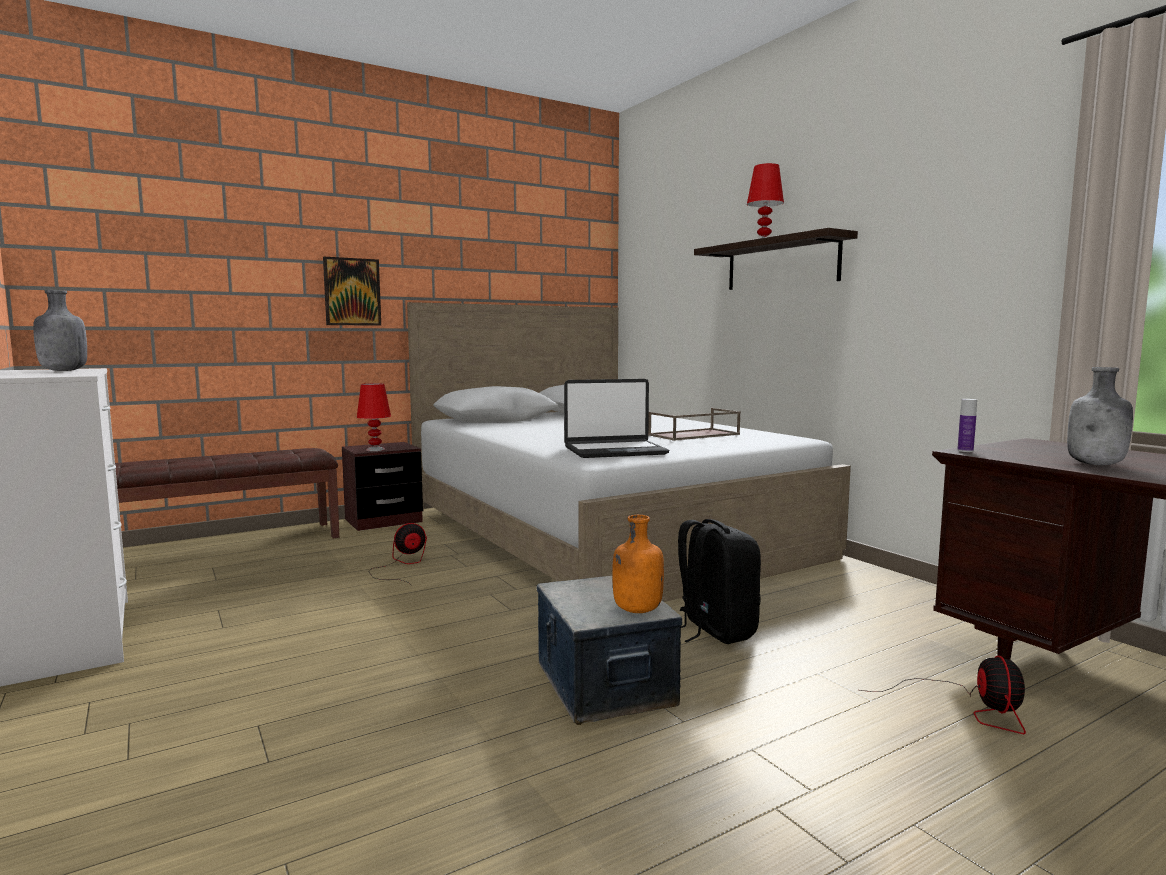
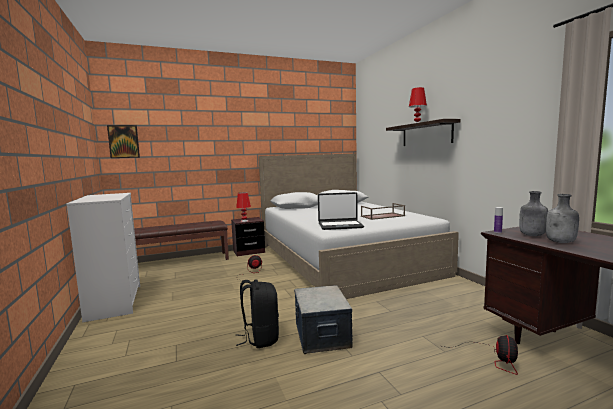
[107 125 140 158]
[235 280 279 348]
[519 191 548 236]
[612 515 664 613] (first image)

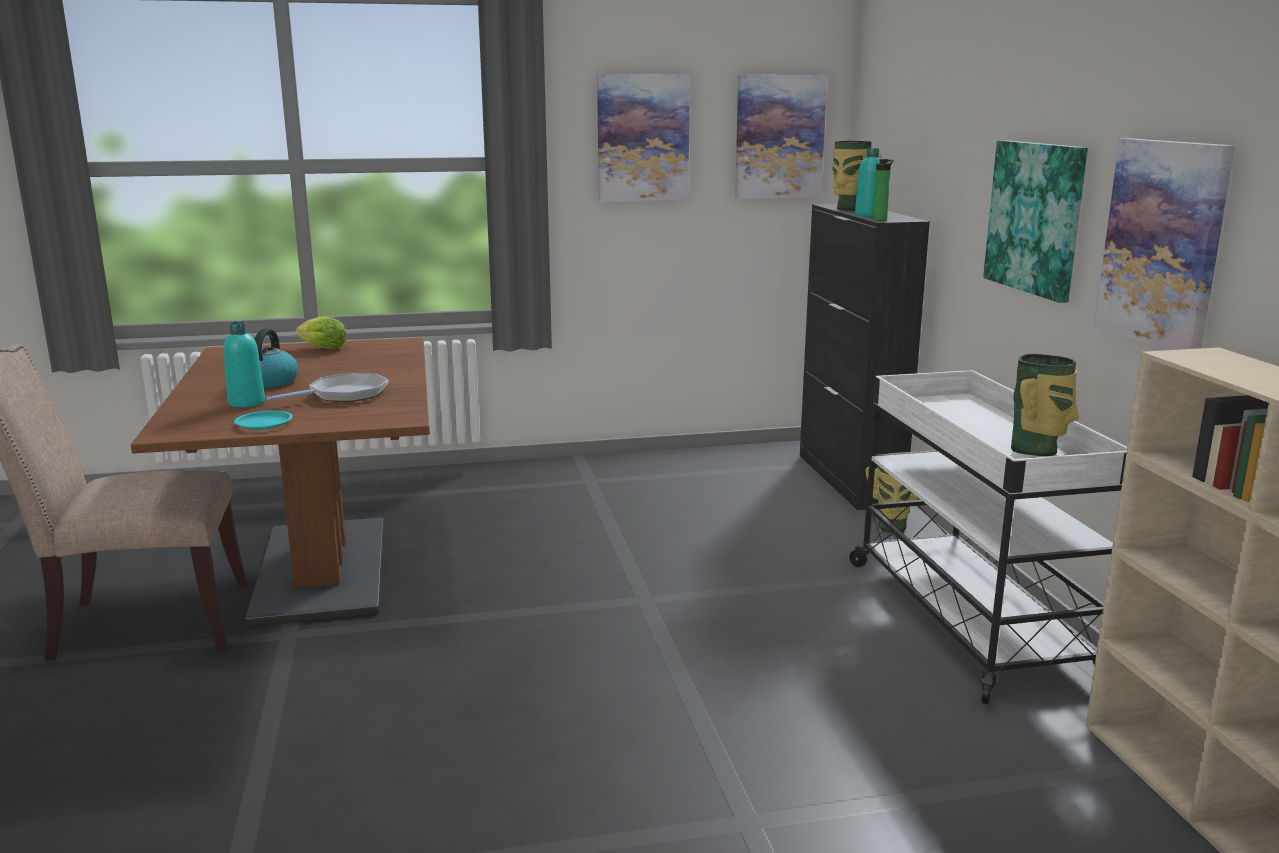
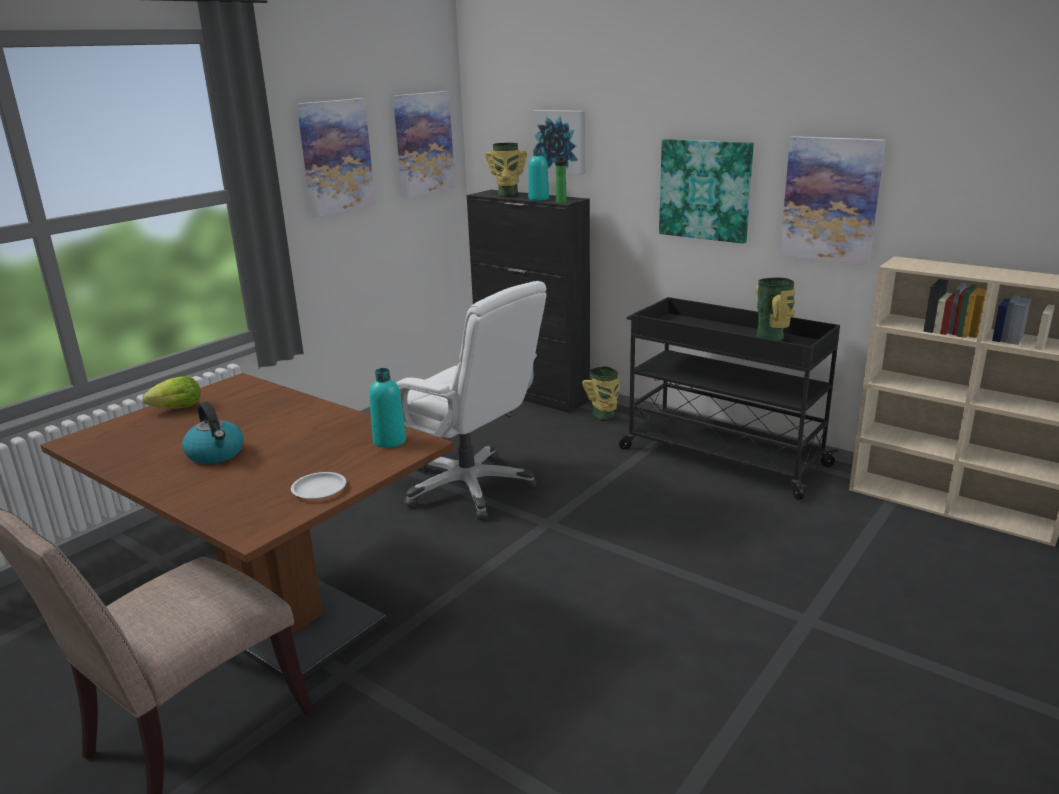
[291 472 346 499]
[369 368 406 448]
[396 281 547 520]
[531 110 585 175]
[619 297 840 500]
[267 373 388 402] (first image)

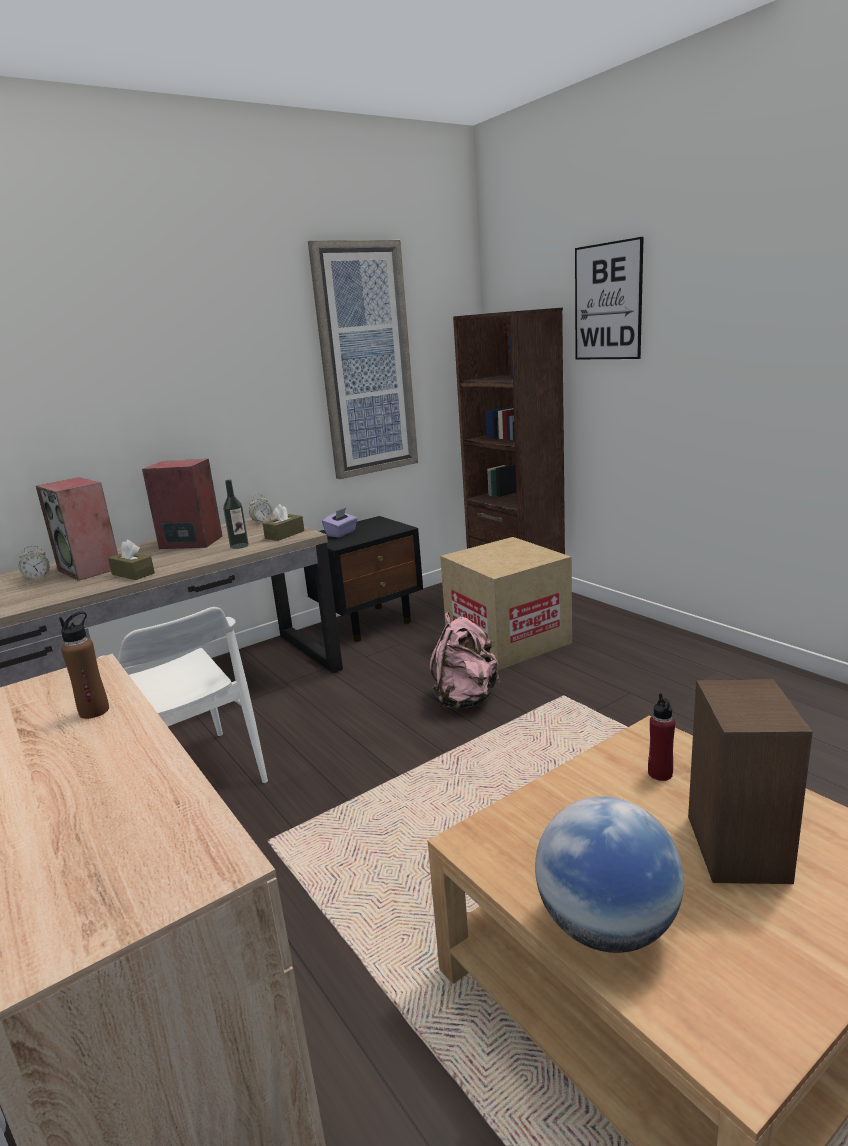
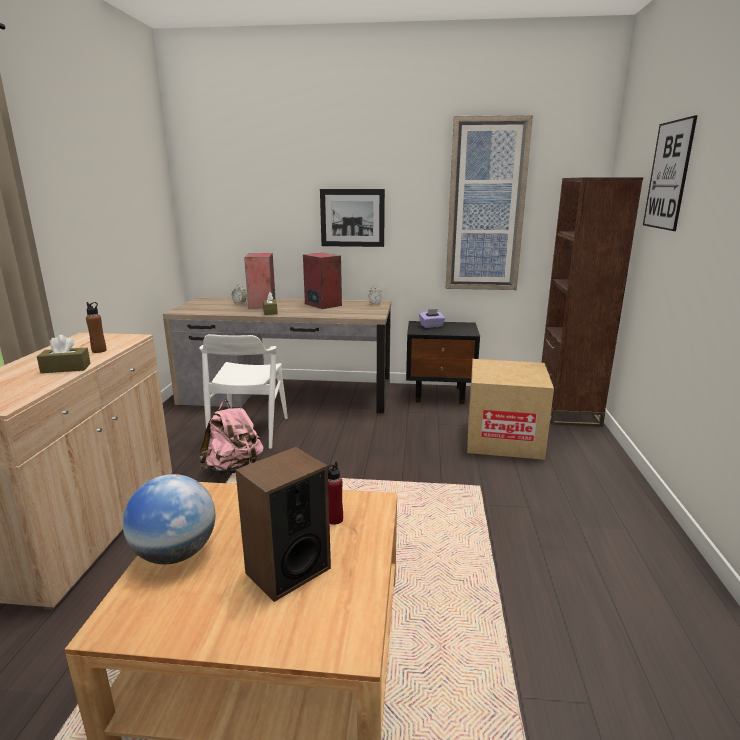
[37 335 91 373]
[199 400 263 474]
[320 189 385 247]
[223 480 249 549] (first image)

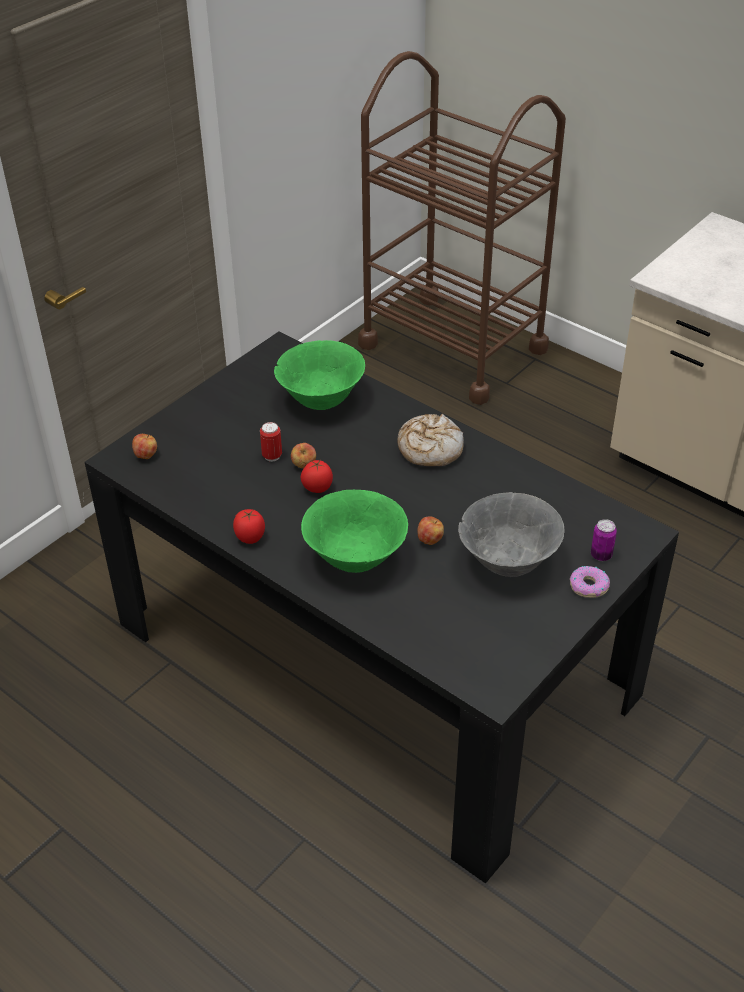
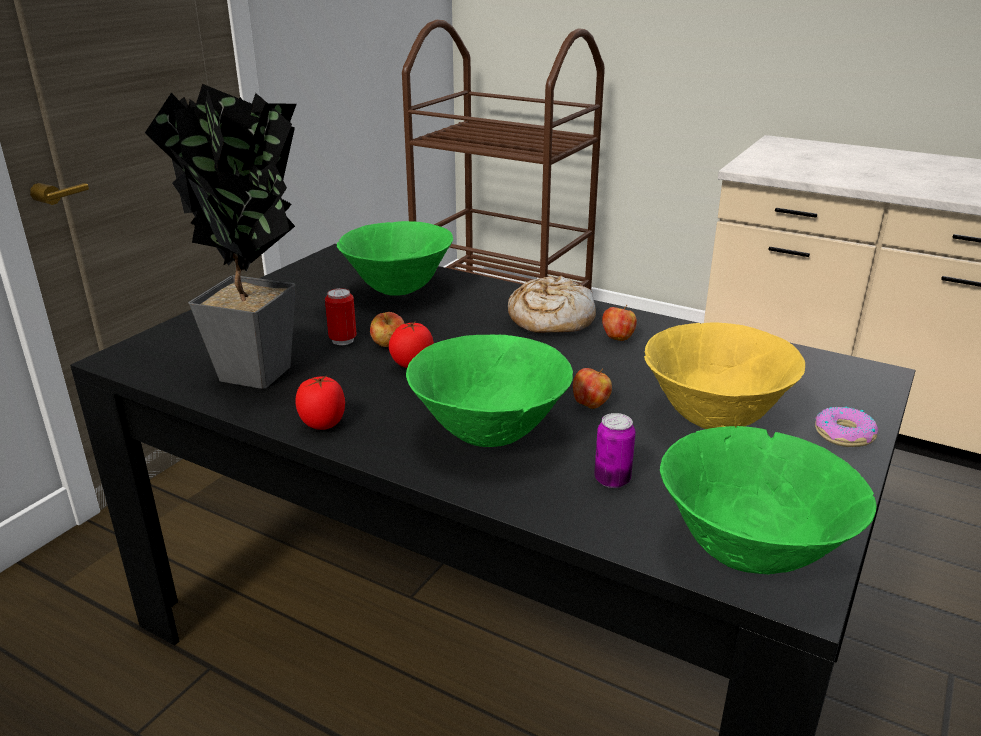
[145 84 297 389]
[594 413 636 488]
[602 305 637 341]
[644 322 805 429]
[660 426 877 574]

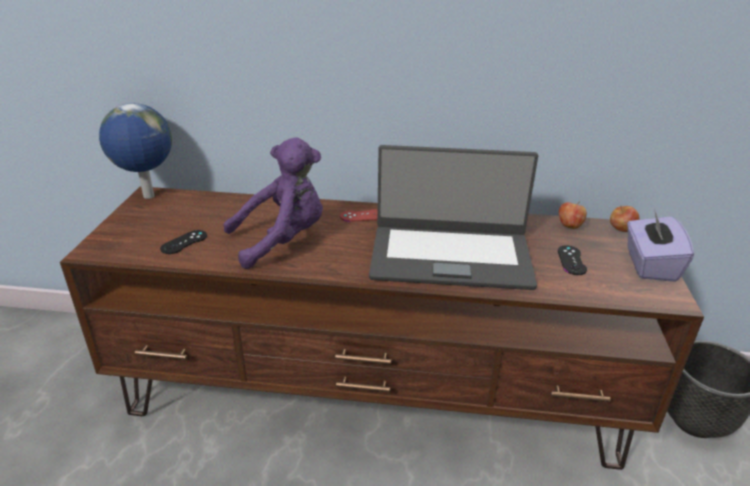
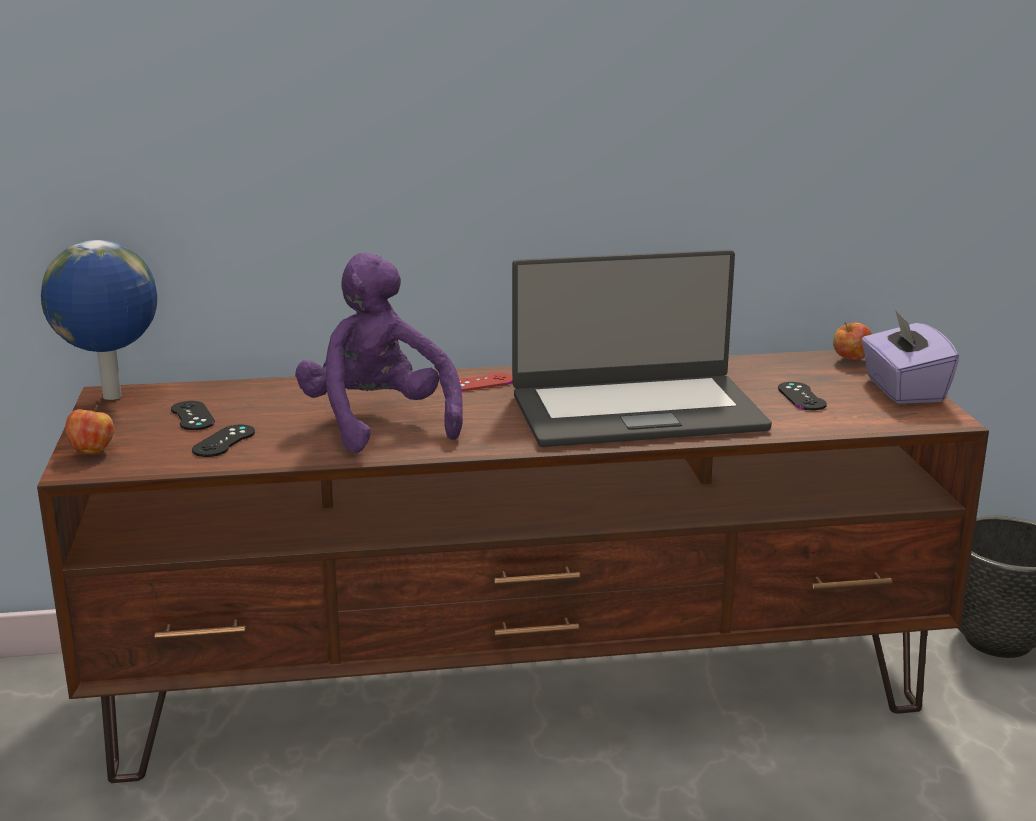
[65 405 114 454]
[171 401 215 430]
[295 252 463 453]

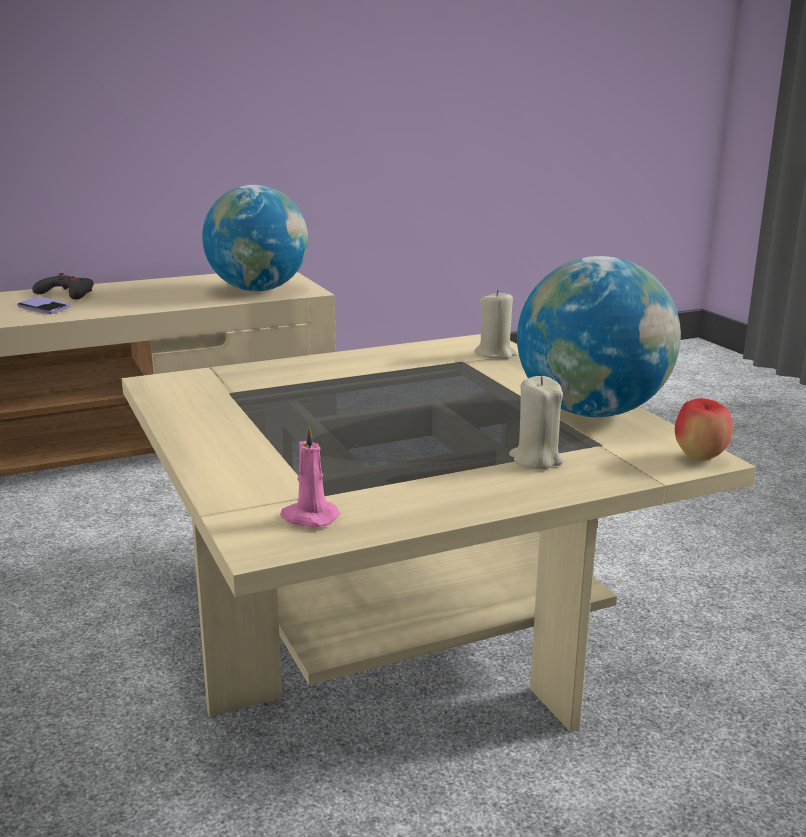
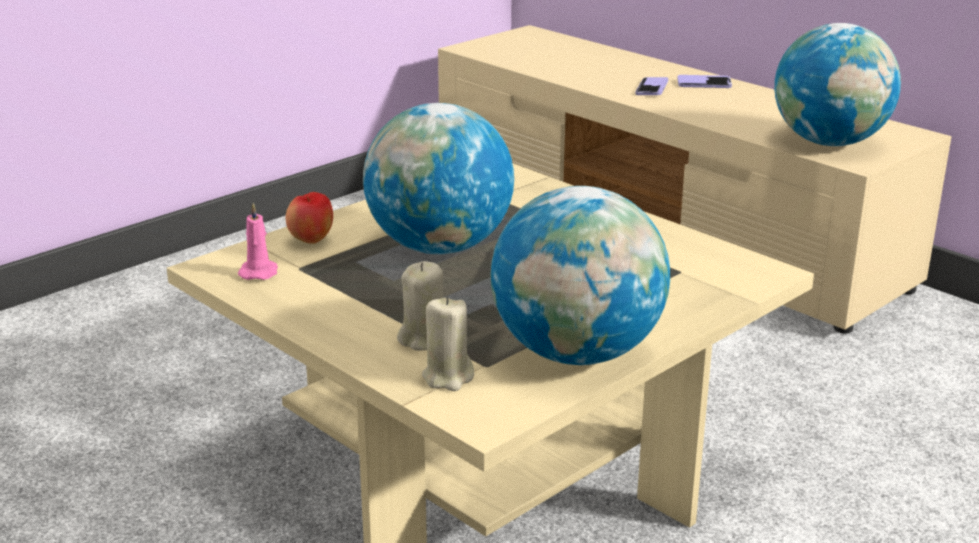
[286 192 333 244]
[363 103 514 254]
[422 297 474 391]
[677 75 732 88]

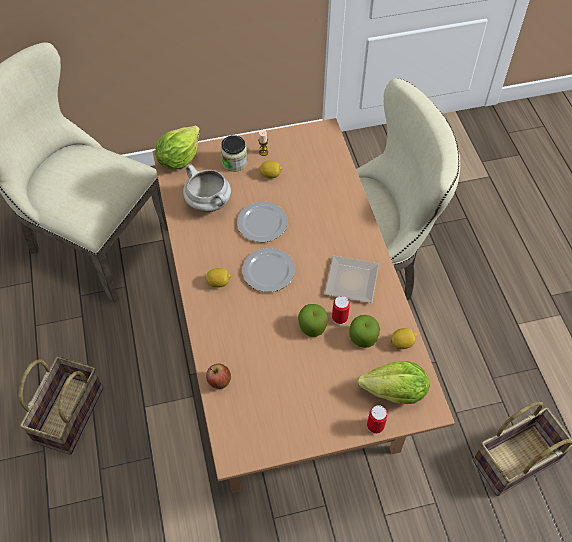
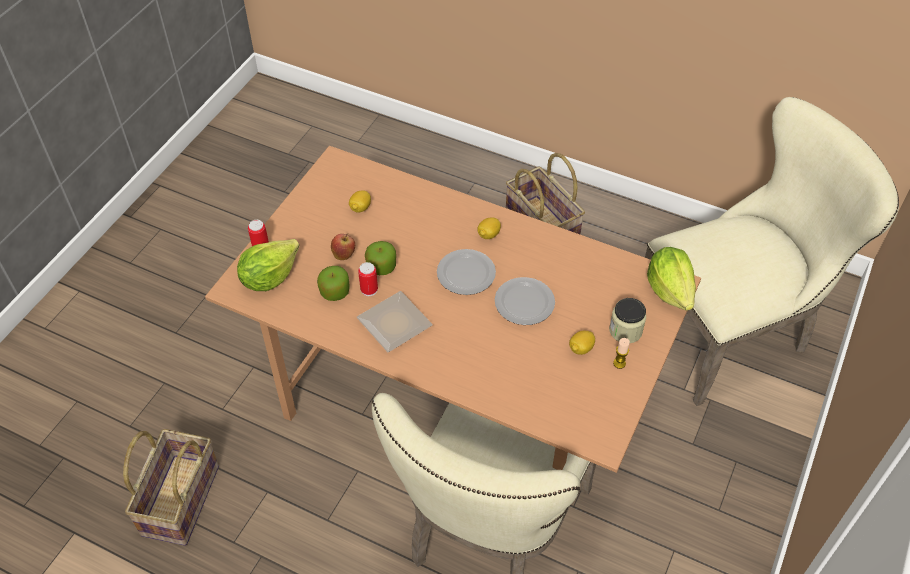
[331 233 355 260]
[349 190 371 213]
[183 165 231 212] (first image)

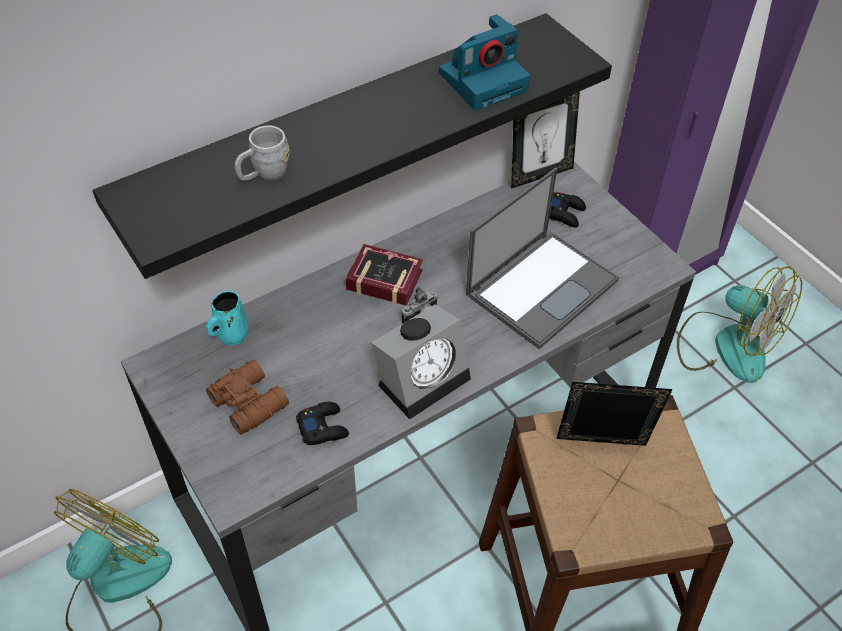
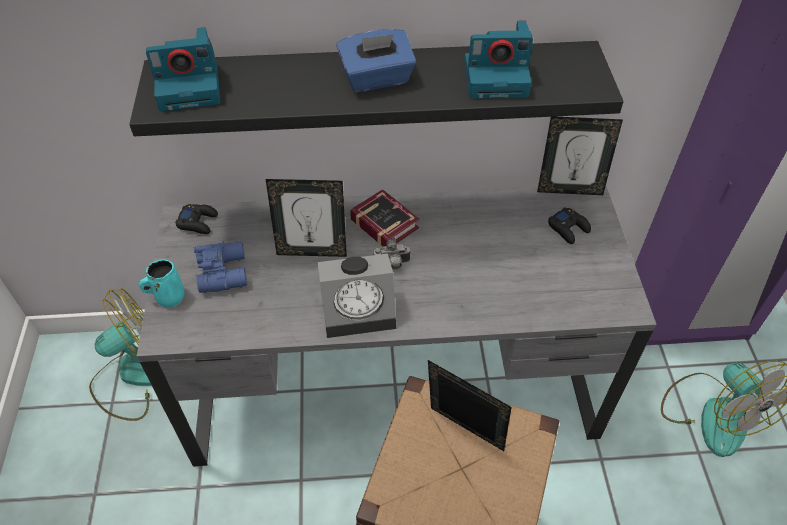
[139 260 184 308]
[146 27 220 111]
[175 204 218 234]
[194 241 247 293]
[266 179 347 257]
[336 29 416 92]
[235 125 290 181] (first image)
[466 168 619 349] (first image)

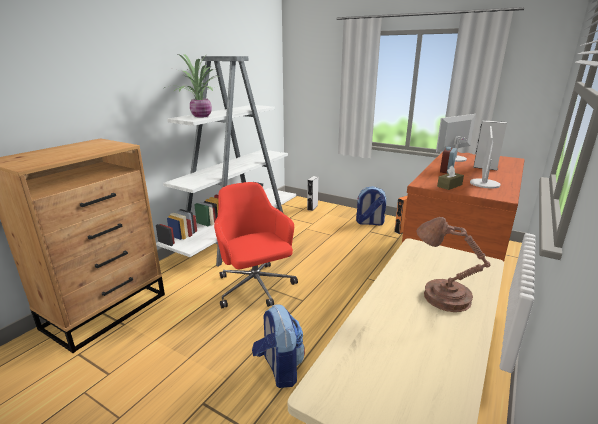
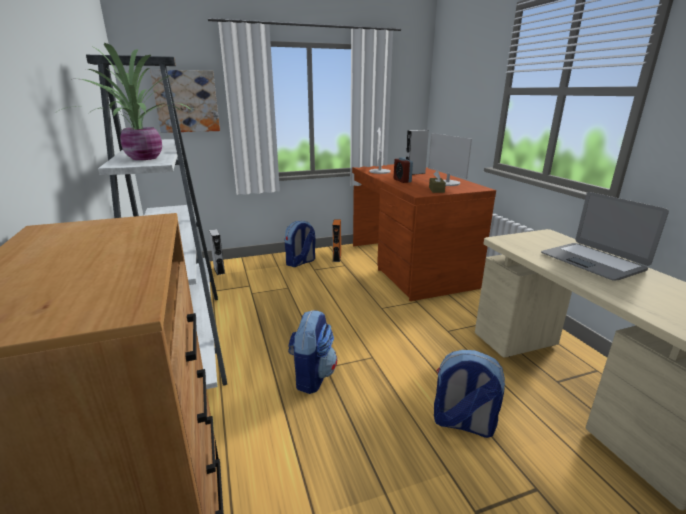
[150 70 220 133]
[288 310 337 394]
[541 192 669 281]

